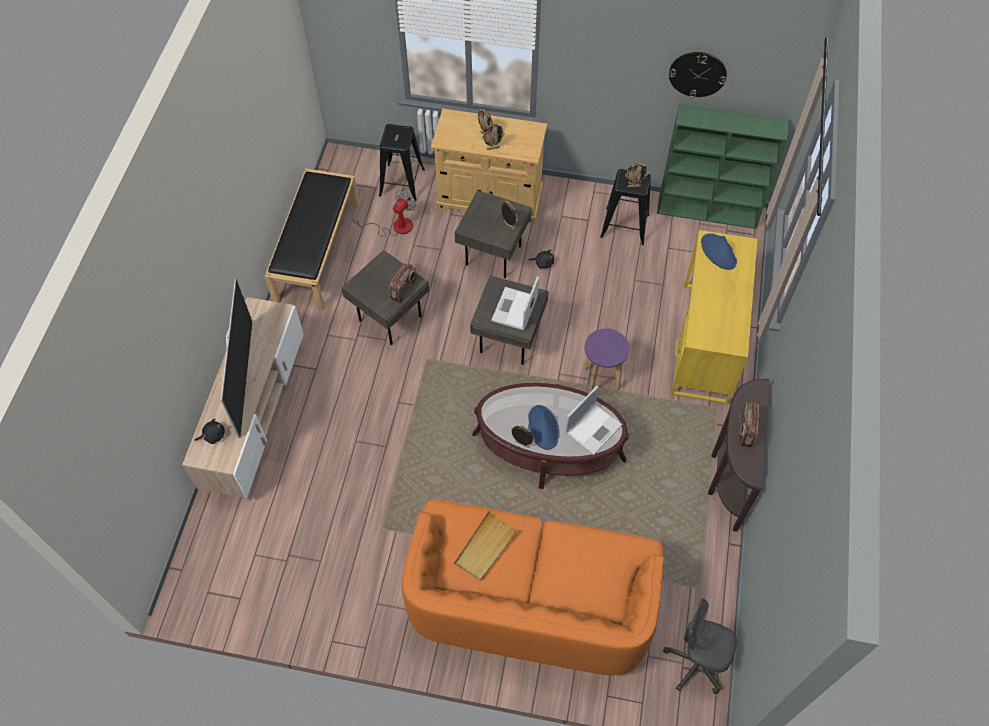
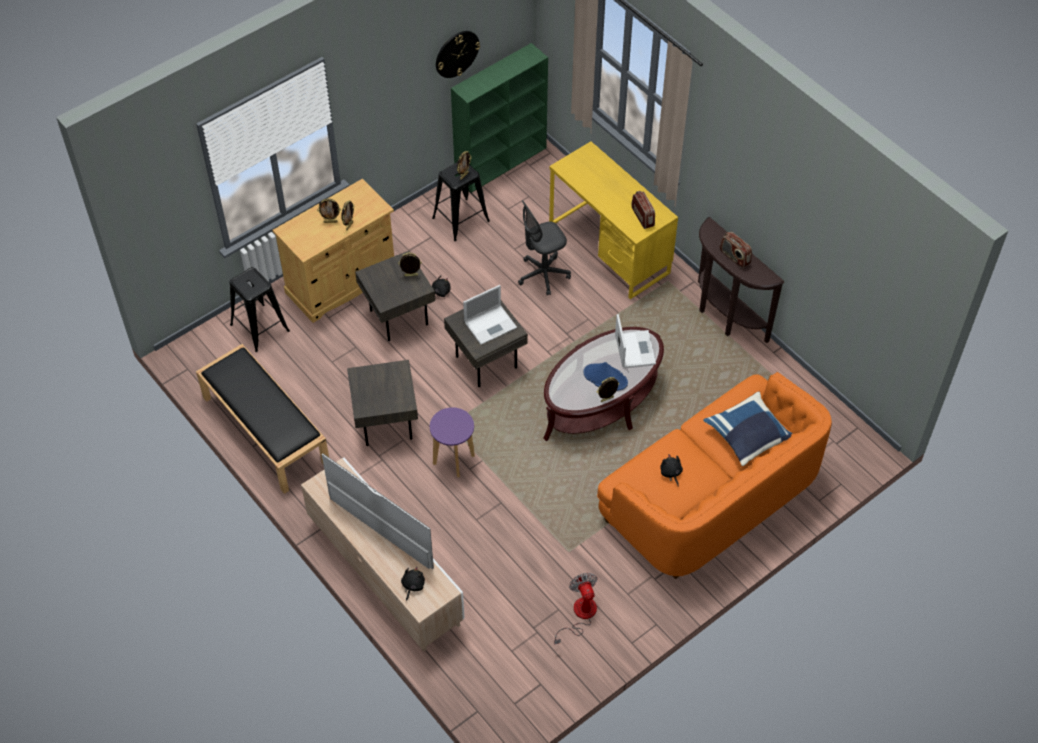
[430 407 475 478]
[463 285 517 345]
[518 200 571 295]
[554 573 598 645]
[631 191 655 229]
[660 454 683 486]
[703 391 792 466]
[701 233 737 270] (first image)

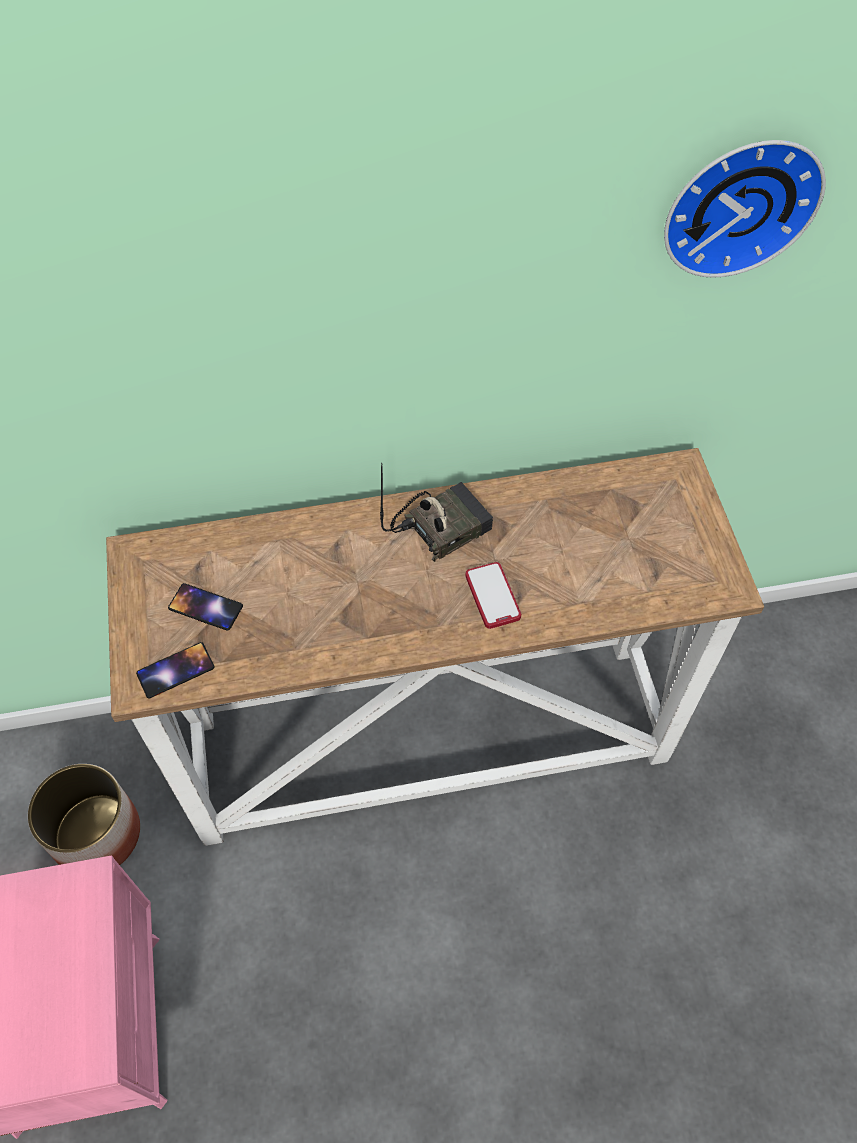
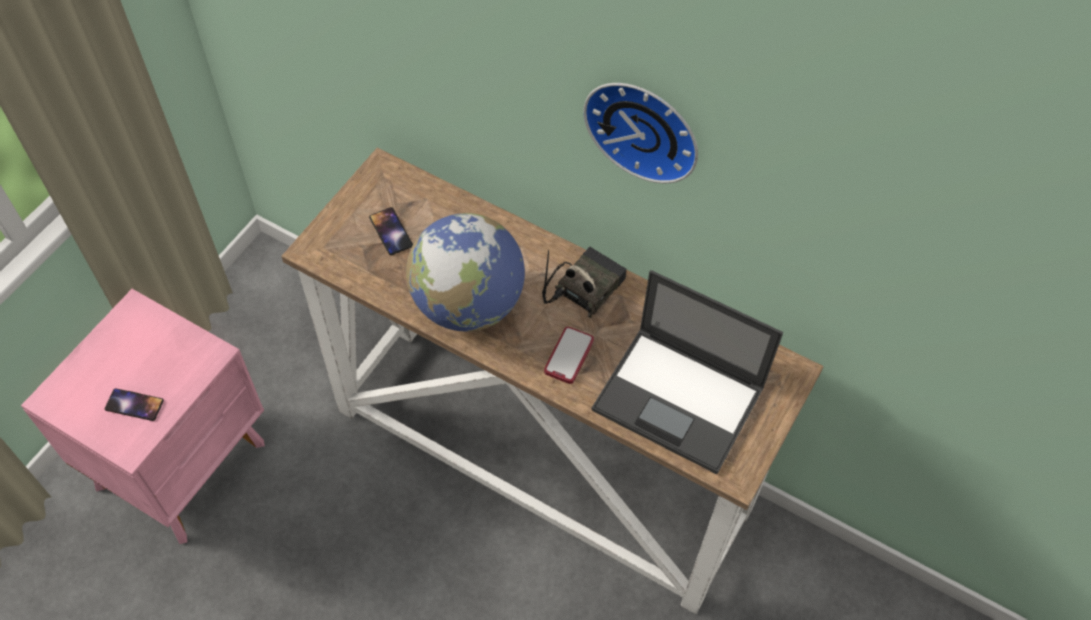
[104 388 164 421]
[406 213 525 332]
[542 247 627 318]
[583 83 698 184]
[591 270 783 474]
[28 764 140 865] (first image)

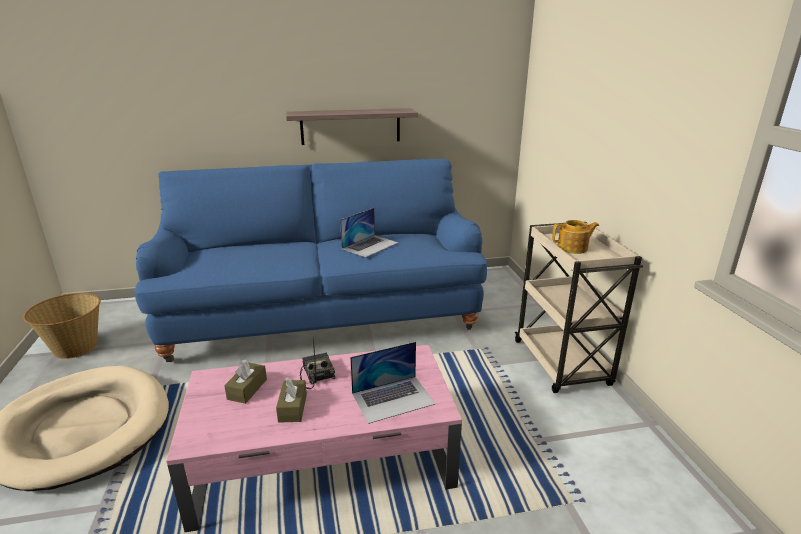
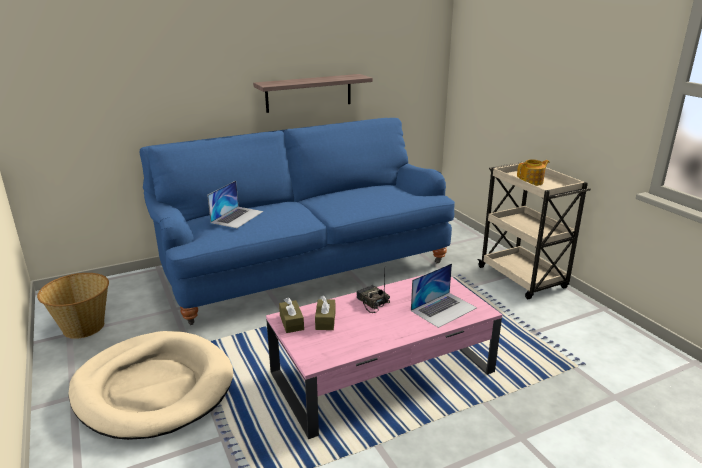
[207 181 263 228]
[279 297 304 333]

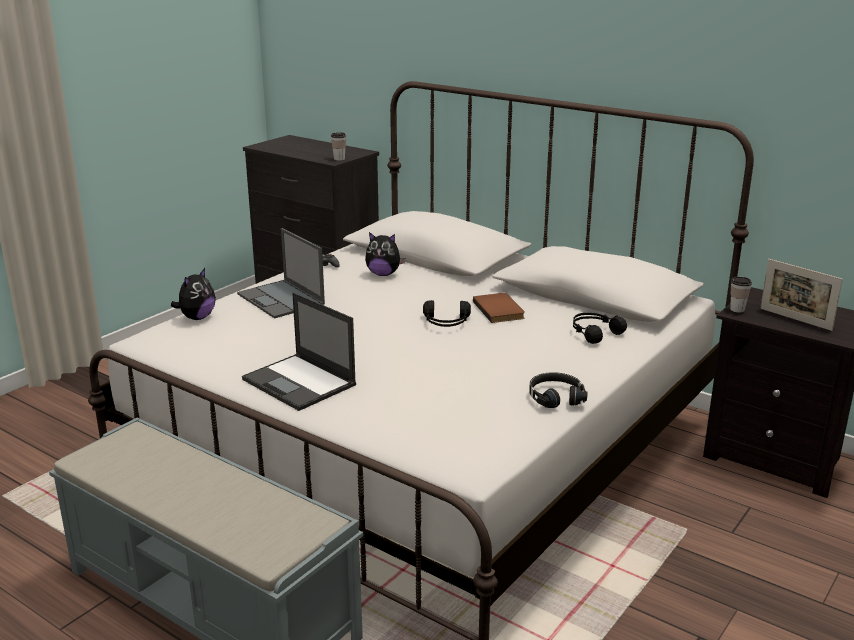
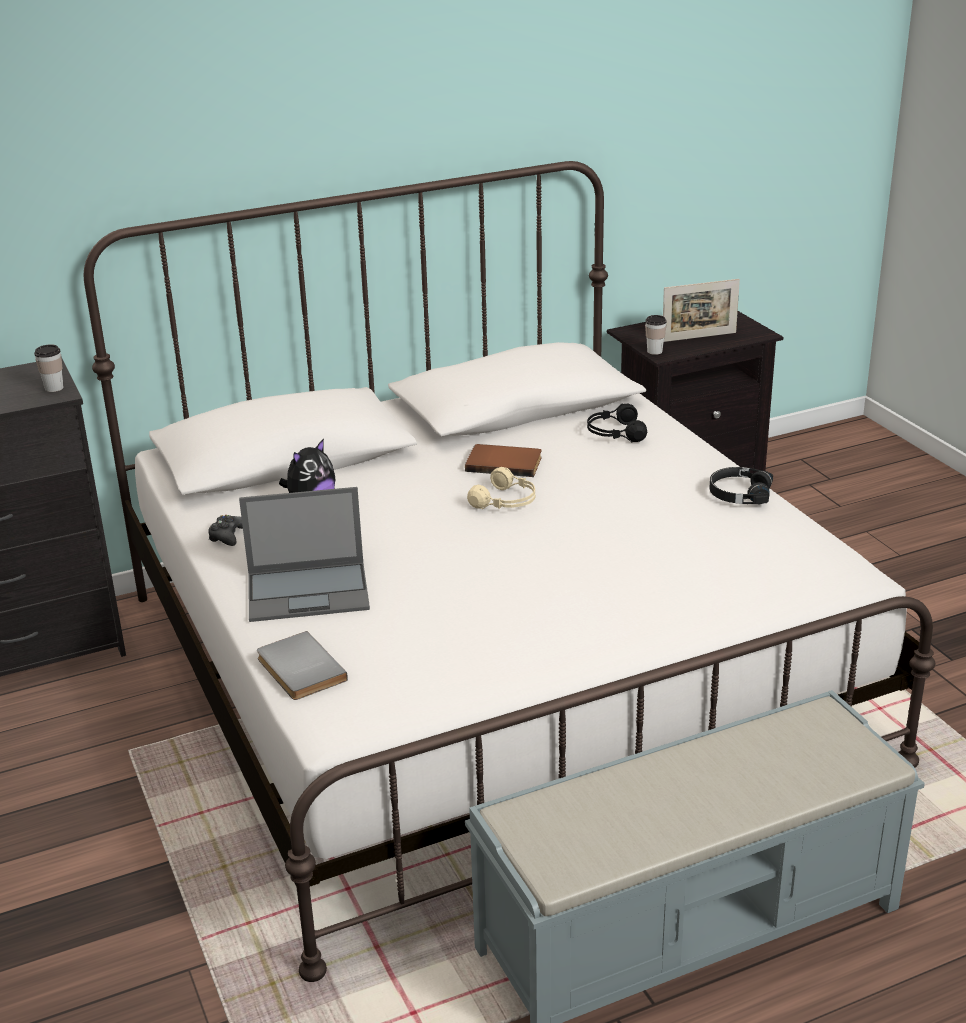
[257 631 348 700]
[467 467 535 509]
[242 292 356 411] (first image)

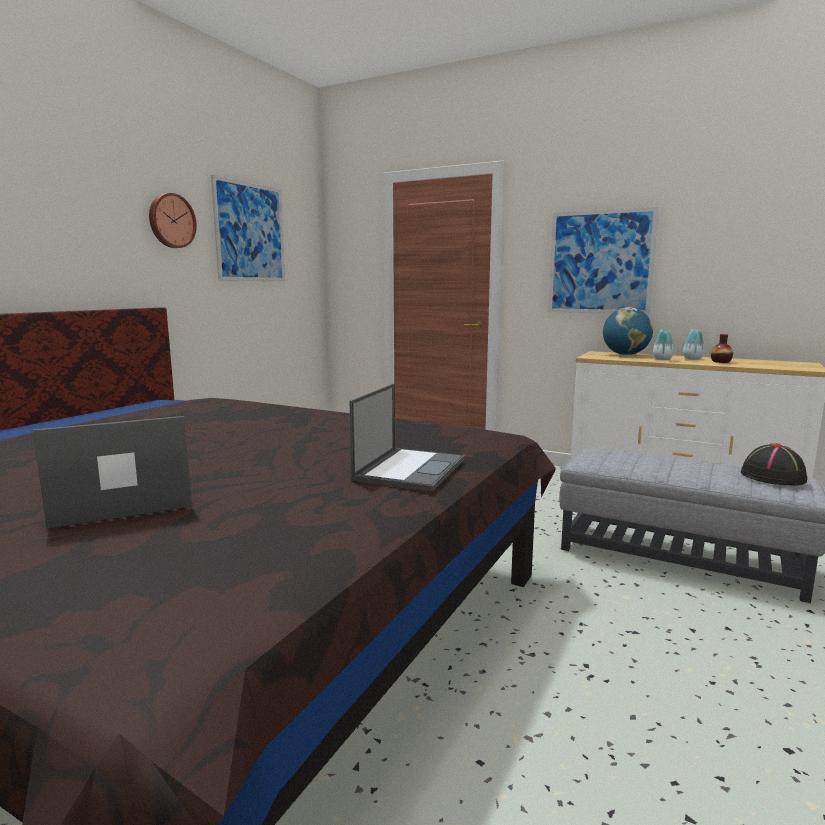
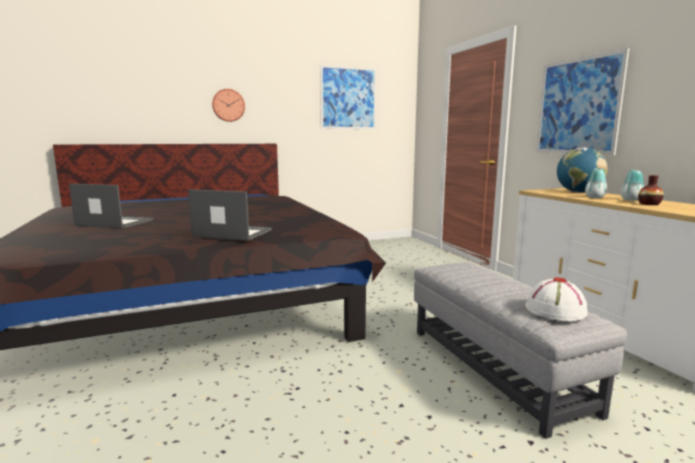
[188 189 272 241]
[212 89 245 122]
[525 277 588 321]

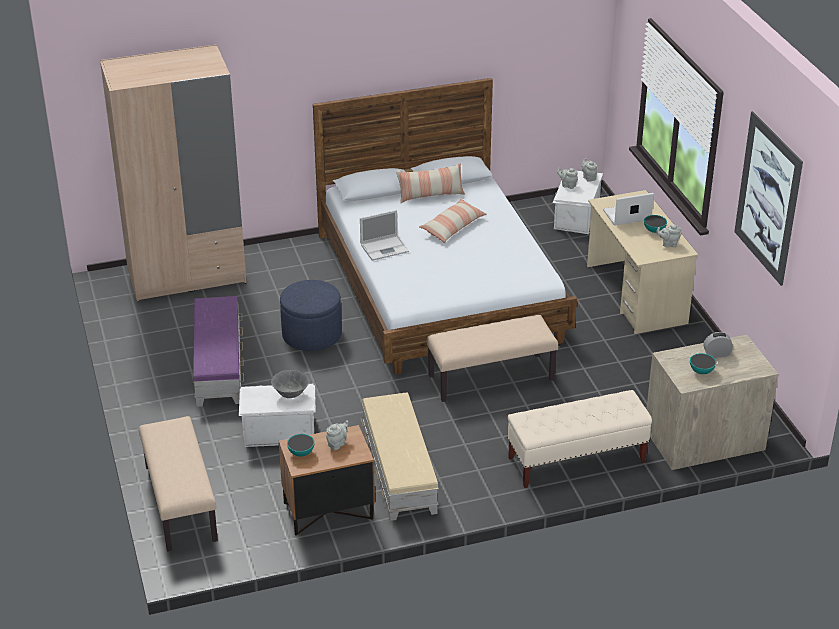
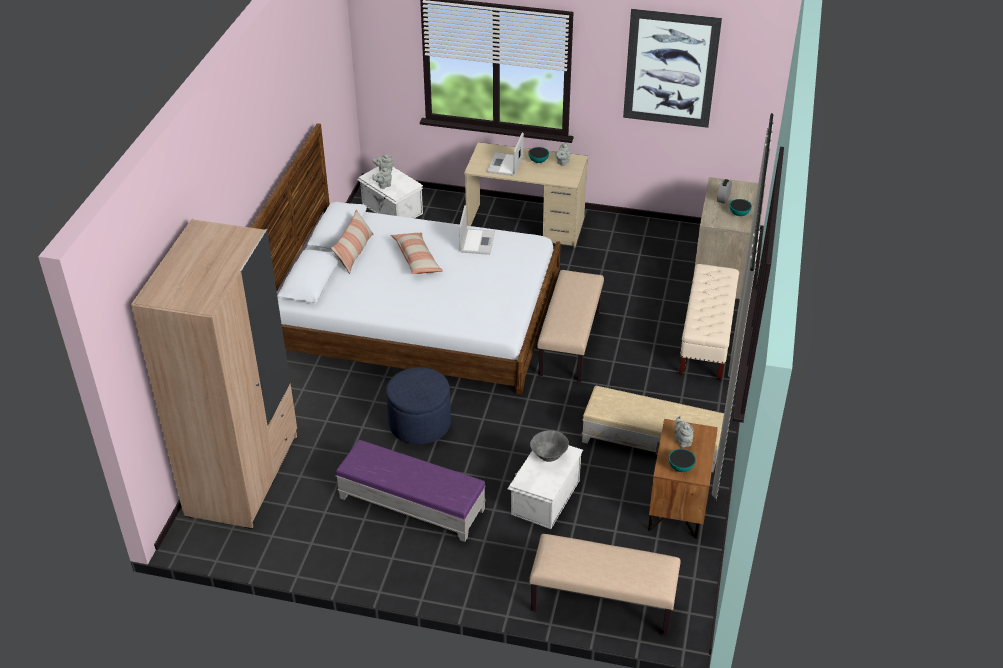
[459 205 495 255]

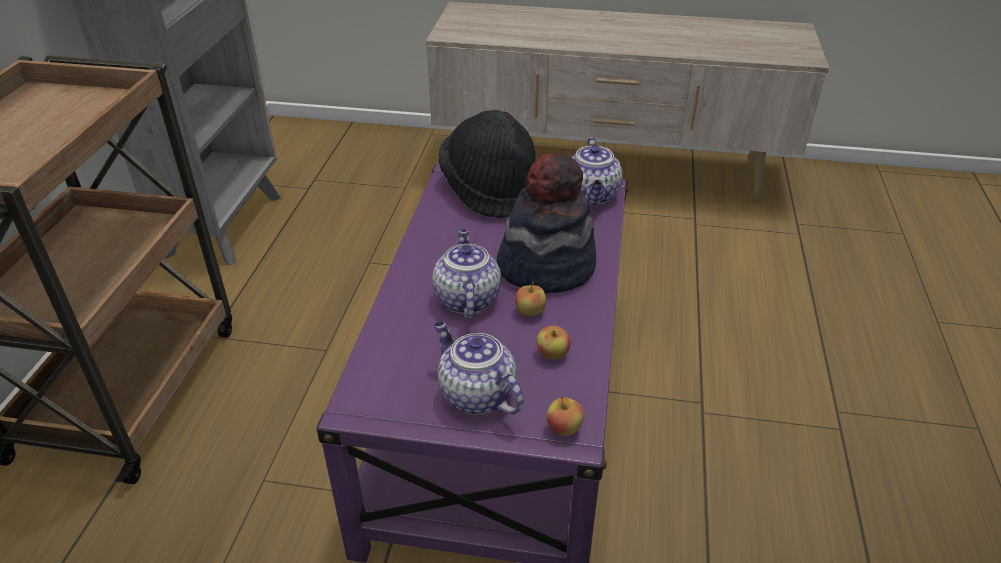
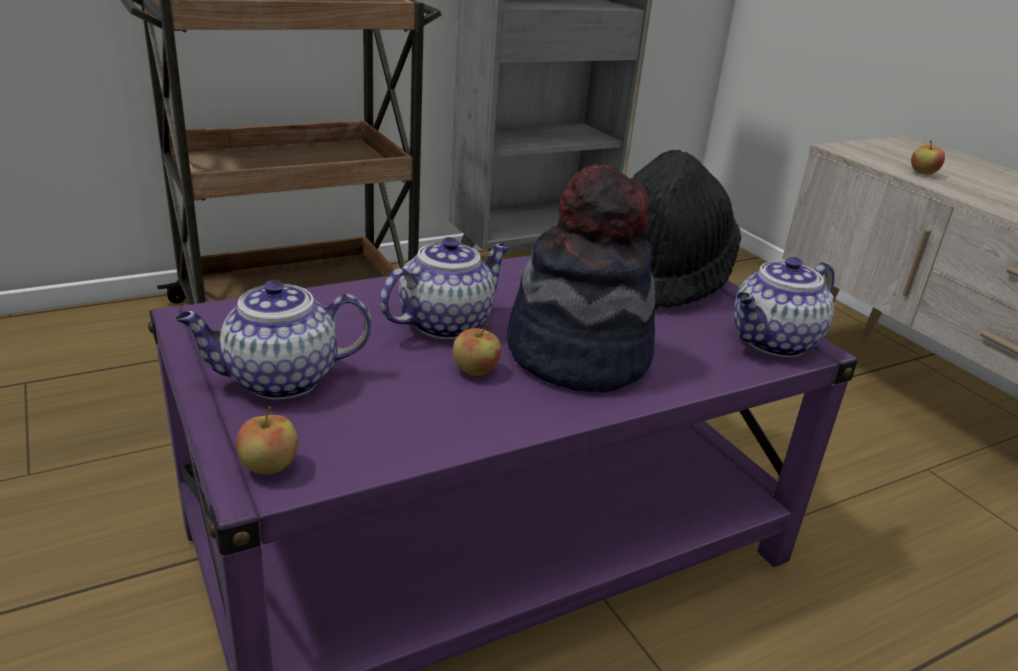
[175 280 372 400]
[911 140 945 175]

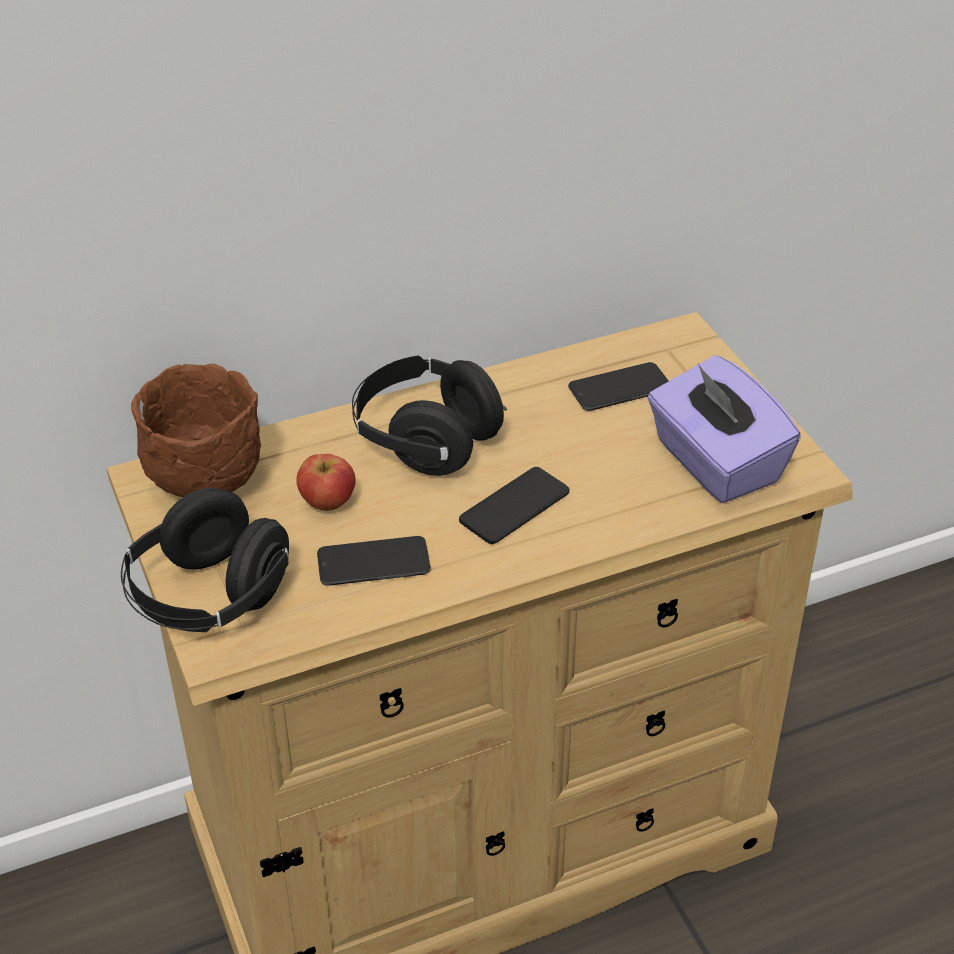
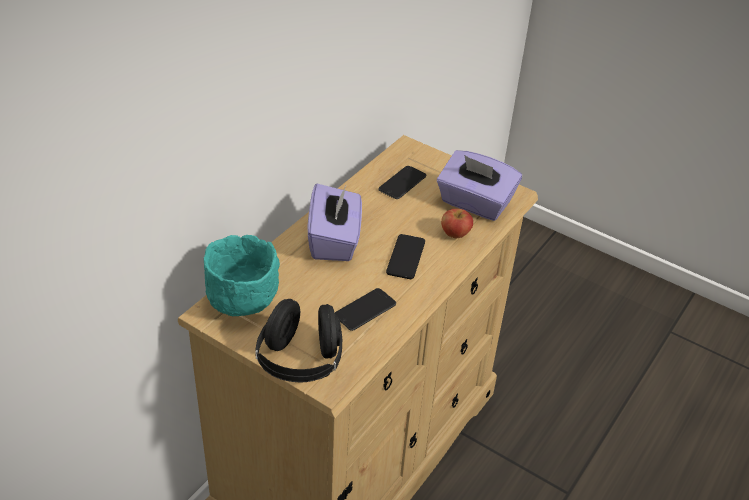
[204 235 280 316]
[308 184 362 261]
[441 209 473 238]

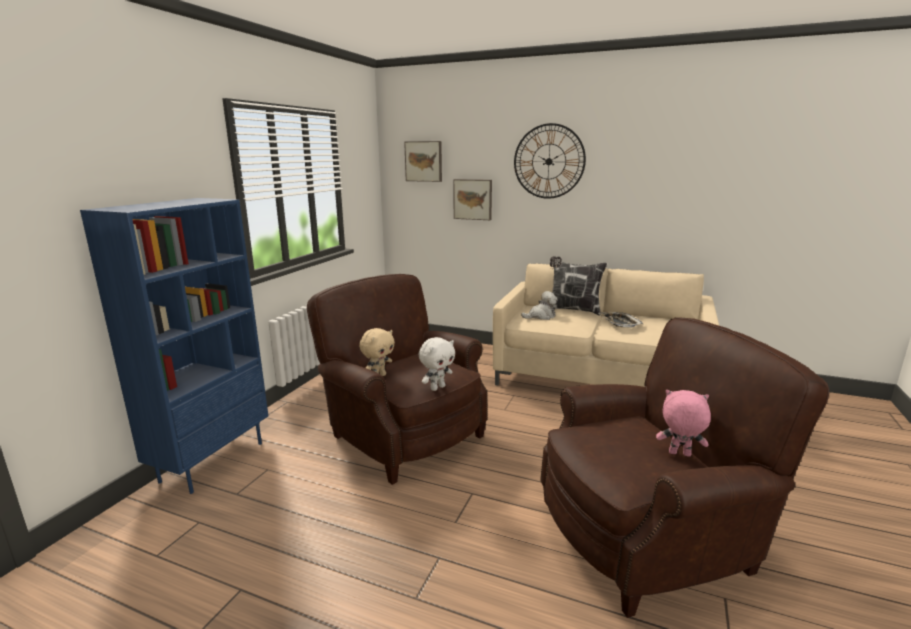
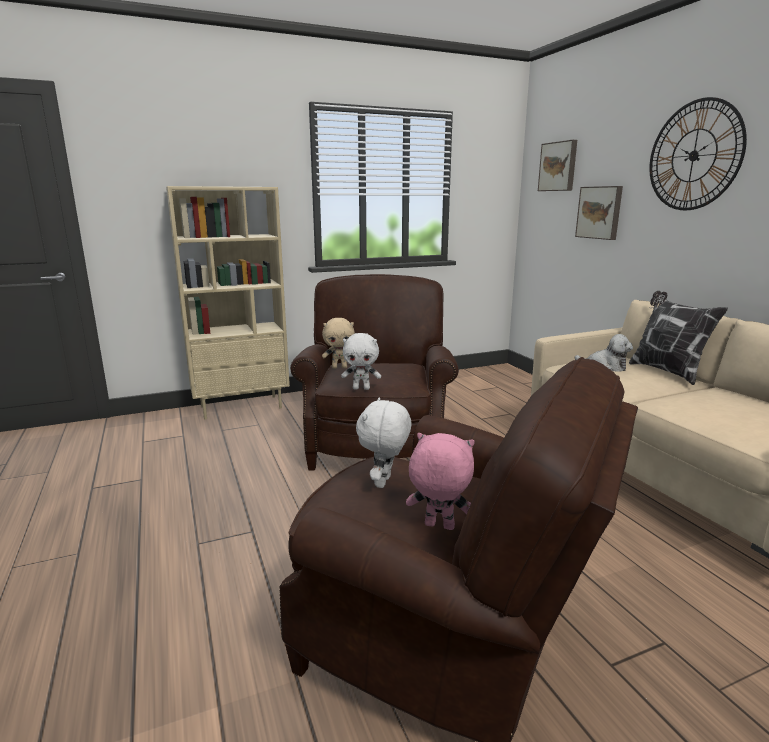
[166 186 290 420]
[356 397 411 488]
[406 433 475 530]
[598 312 644 328] (first image)

